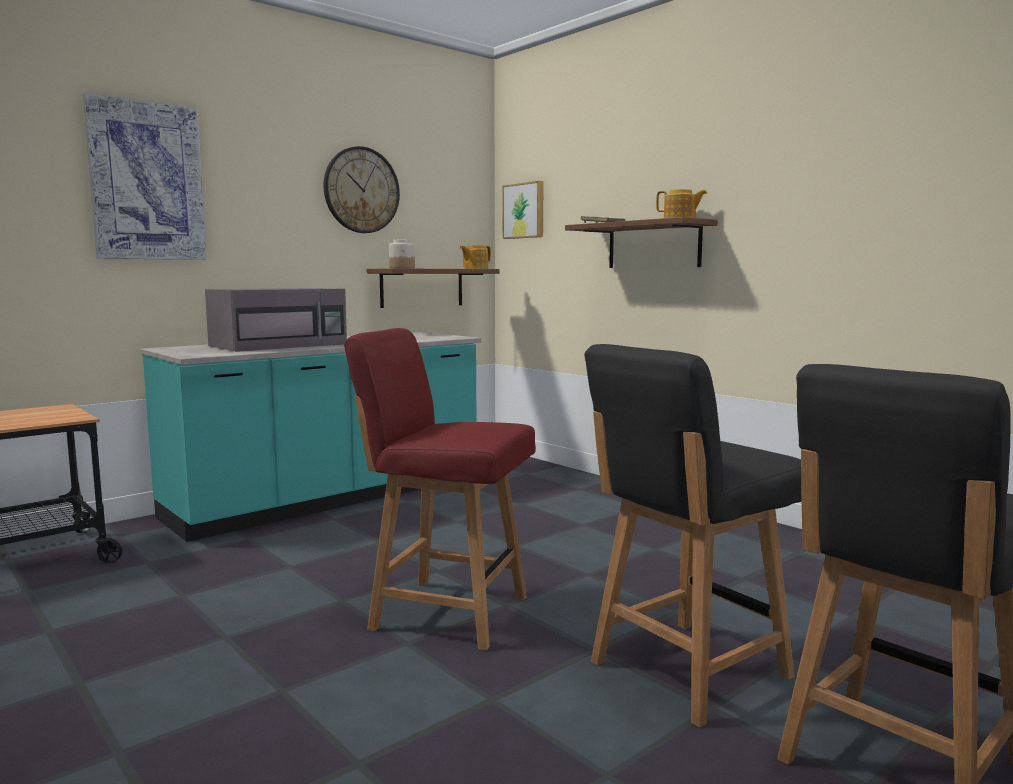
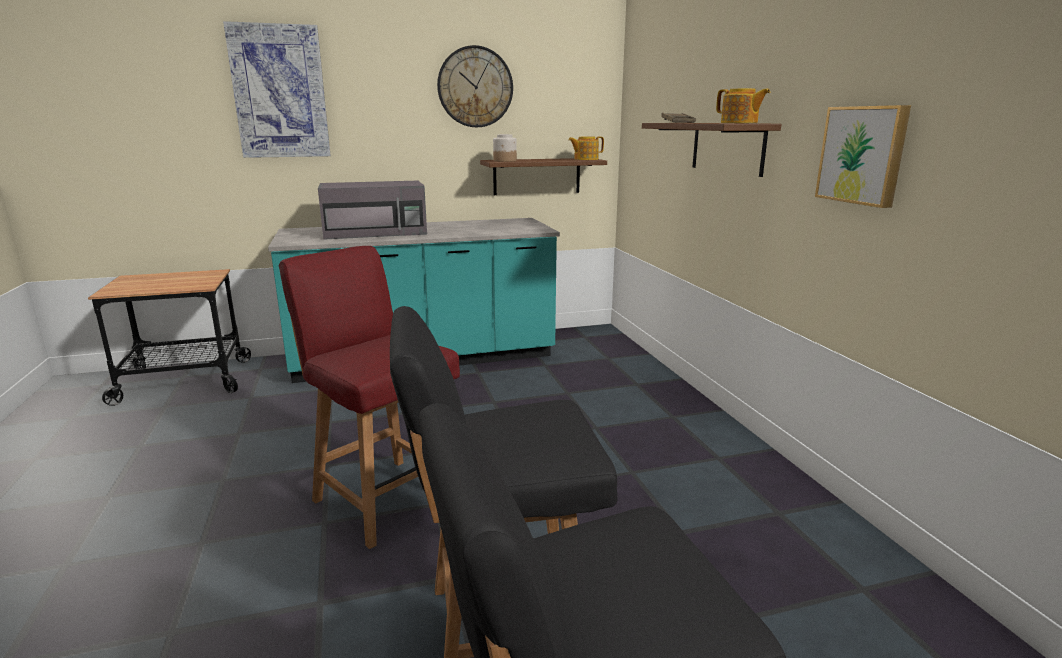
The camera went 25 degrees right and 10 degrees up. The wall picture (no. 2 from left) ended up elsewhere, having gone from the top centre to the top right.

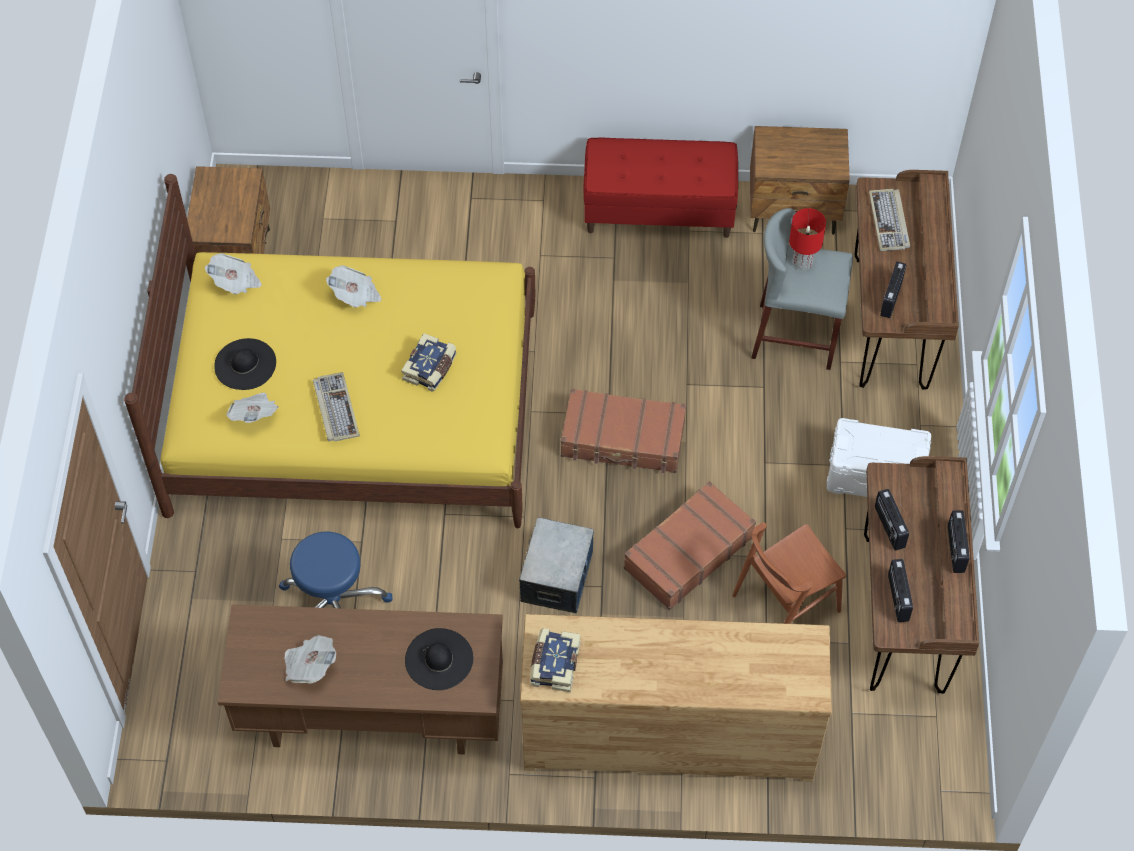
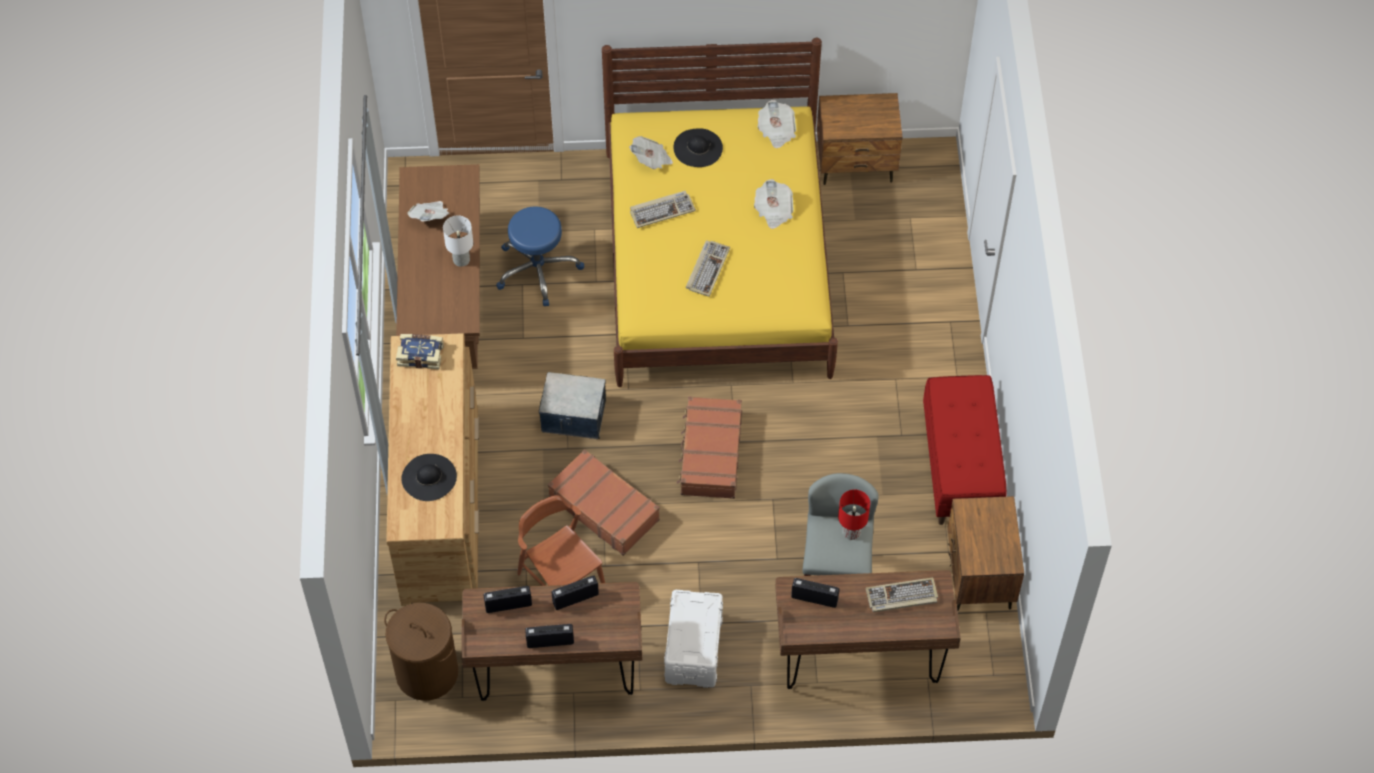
The camera went 85 degrees right and 0 degrees up. Where the bound book (no. 1 from left) stood at the centre, the PC keyboard (no. 2 from left) came to stand at the centre. The clothing hat in black (no. 2 from left in the first image) ended up elsewhere, having gone from the bottom centre to the middle left. The second view gained the laundry basket in brown at the bottom left. The second view gained the table lamp in white-coloured at the top centre.

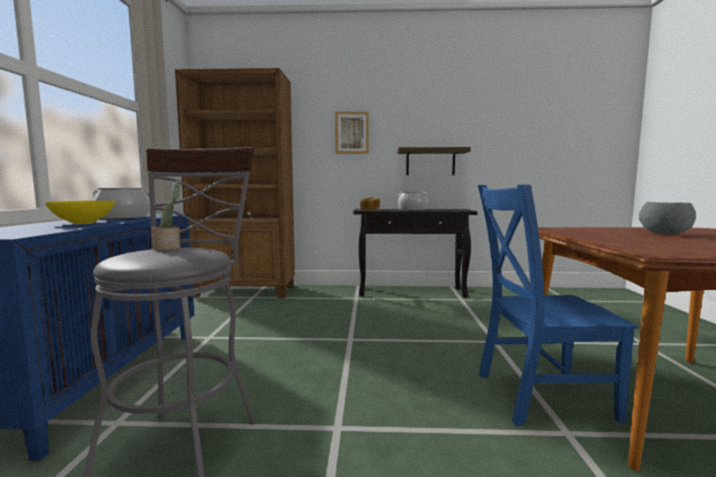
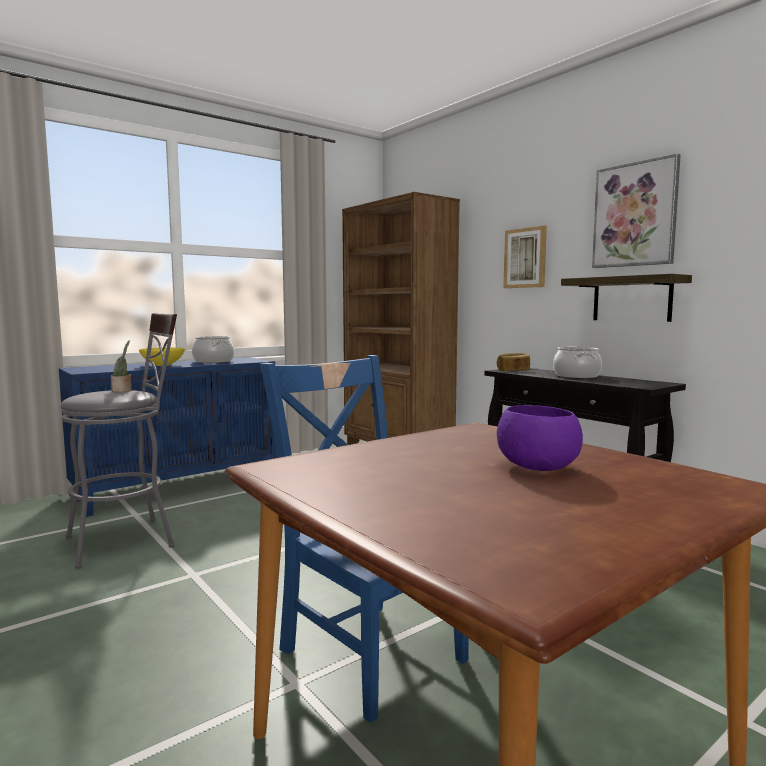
The camera went 50 degrees right and 0 degrees up. What was the deep dish in grey at the middle right turned into the deep dish in purple-coloured at the middle right. The second view gained the wall picture (no. 2 from left) at the top right.

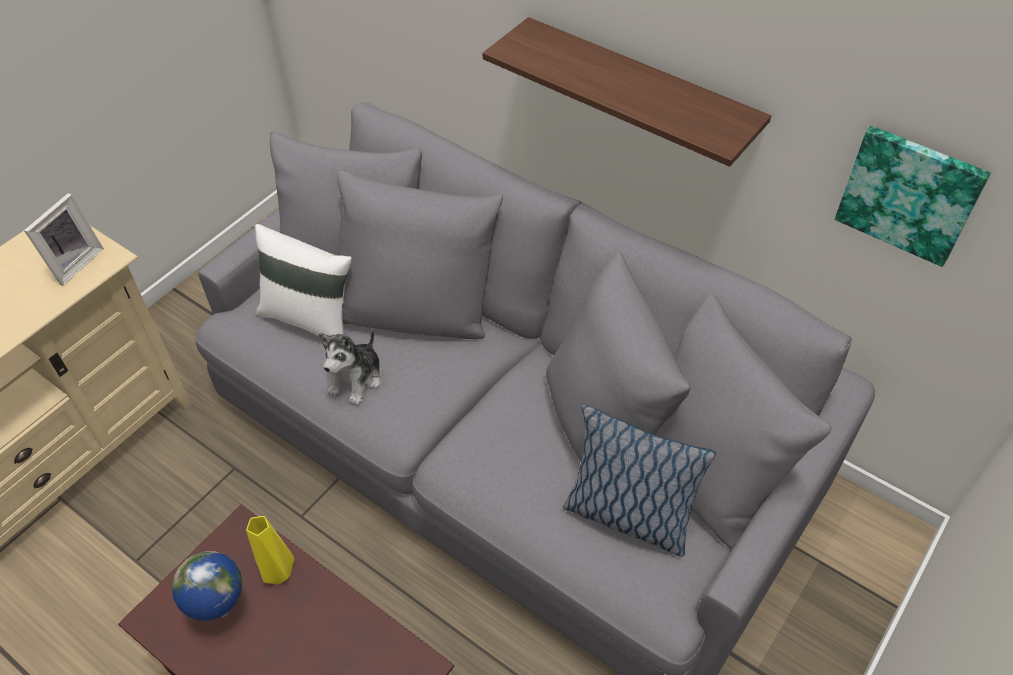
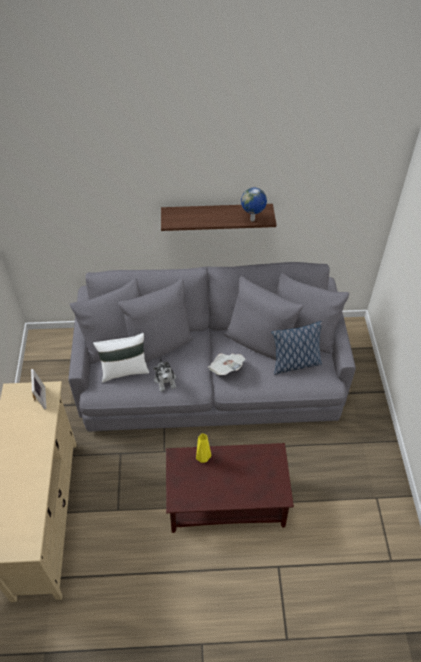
The camera went 40 degrees left and 0 degrees up. The desk globe ended up elsewhere, having gone from the bottom left to the top centre. The second view lost the wall picture at the top right. The second view gained the daily paper at the centre.

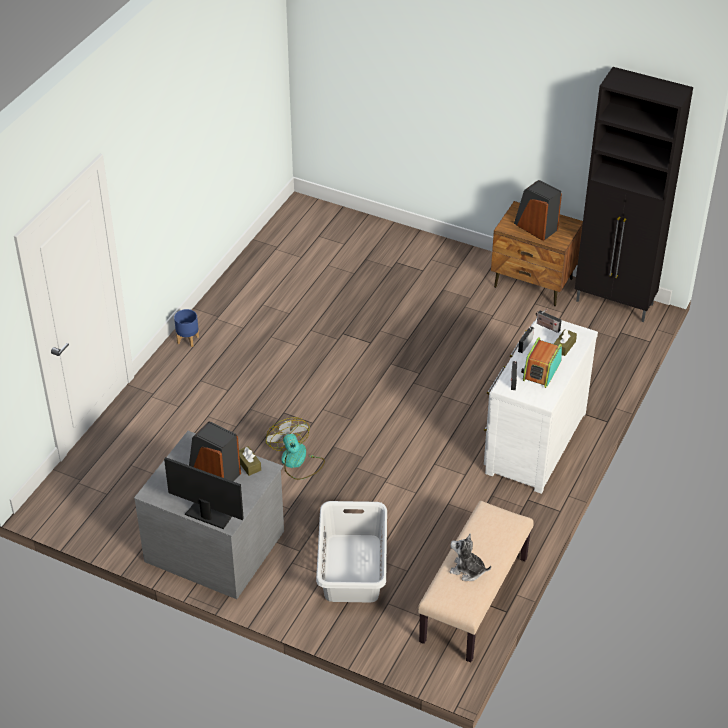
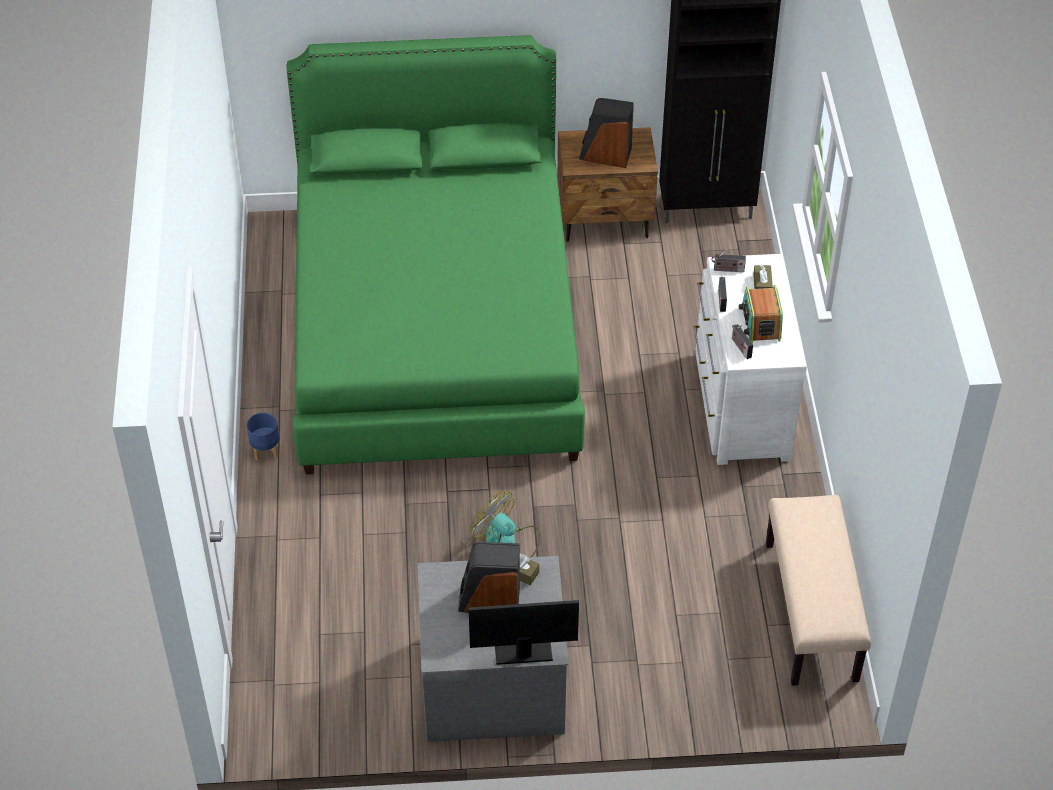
The camera went 30 degrees left and 5 degrees up. The second view lost the laundry basket in grey at the bottom centre. The second view lost the plush toy at the bottom centre. The second view gained the bed in greenish at the top centre.

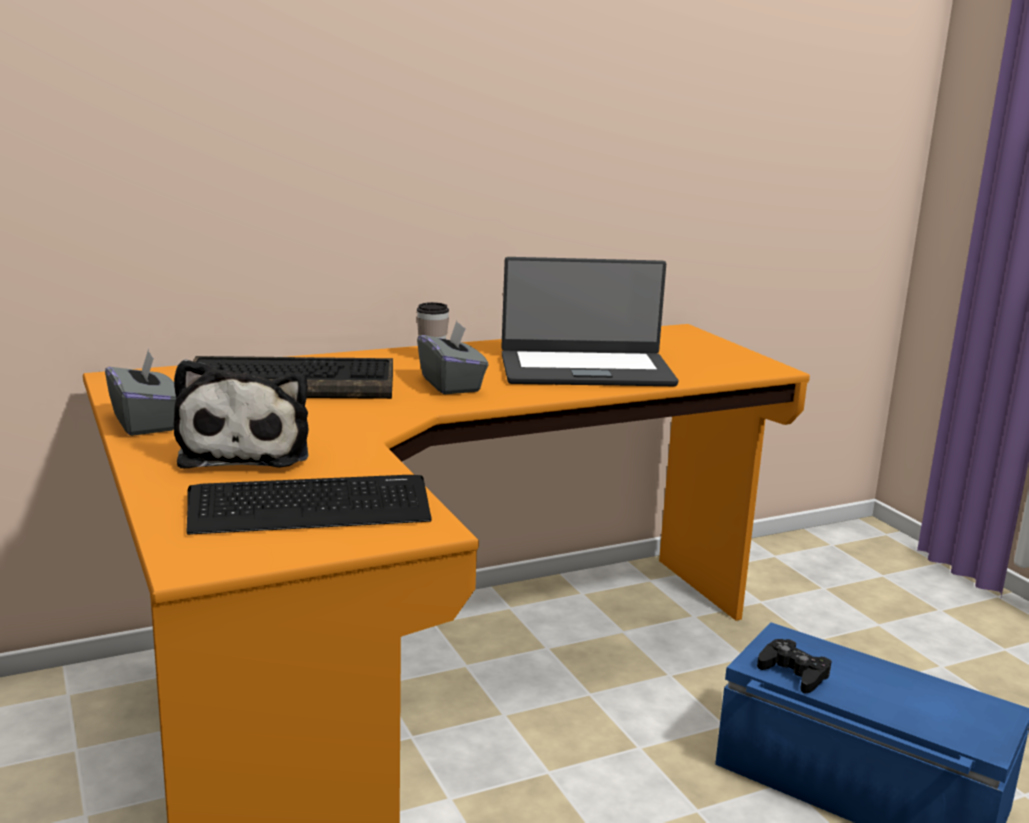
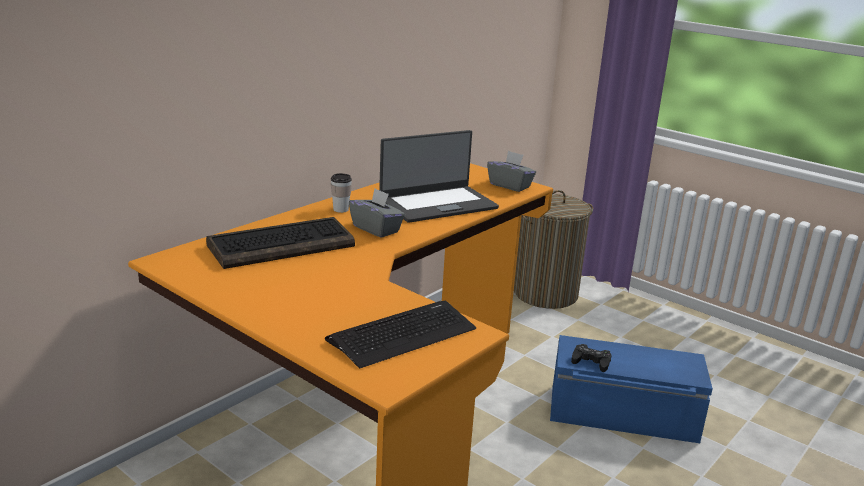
The camera went 25 degrees left and 5 degrees up. The box of tissues in grey (no. 1 from left in the first image) ended up elsewhere, having gone from the middle left to the centre. The second view lost the plush toy at the middle left. The second view gained the laundry basket at the centre.

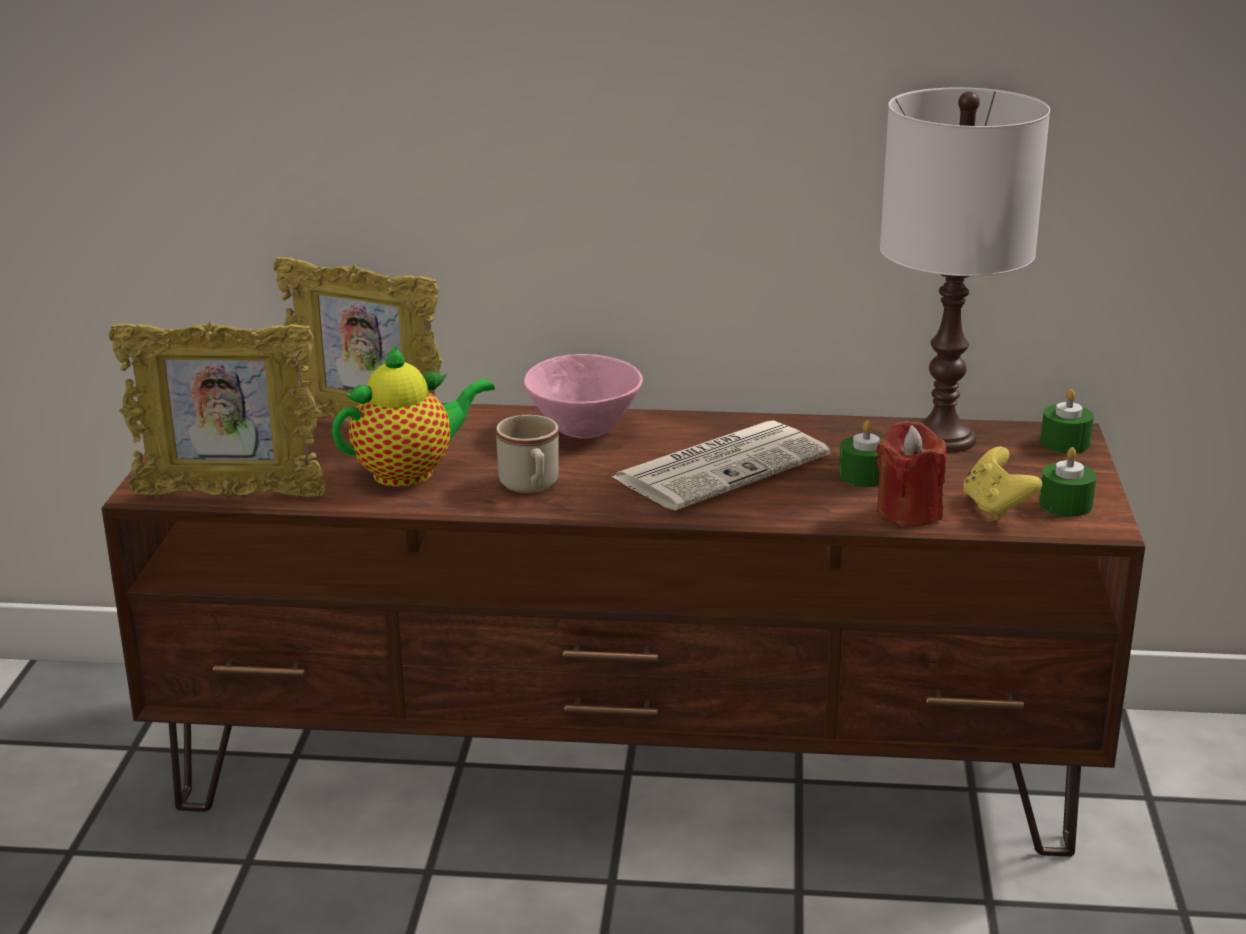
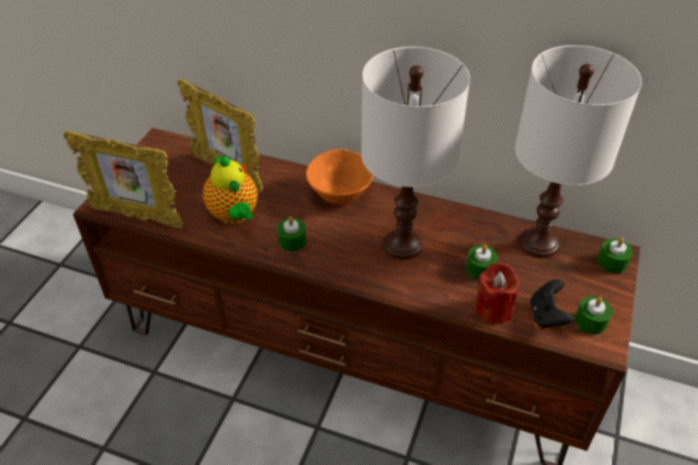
The camera went 15 degrees right and 20 degrees up. The tea pot at the middle left ended up facing another way, 75 degrees clockwise from before. Where the tea mug in beige-coloured stood at the centre, the wax candle in greenish (no. 1 from left) came to stand at the centre. What was the deep dish in pink at the centre turned into the deep dish in orangey at the centre. Where the daily paper stood at the centre, the table lamp in white-coloured (no. 1 from left) came to stand at the top centre. What was the game controller in yellow at the middle right turned into the game controller in black at the middle right.

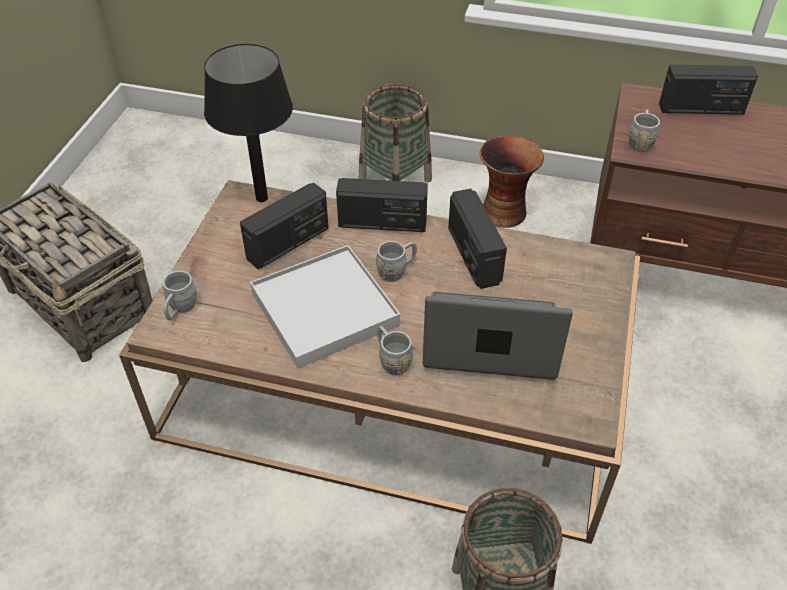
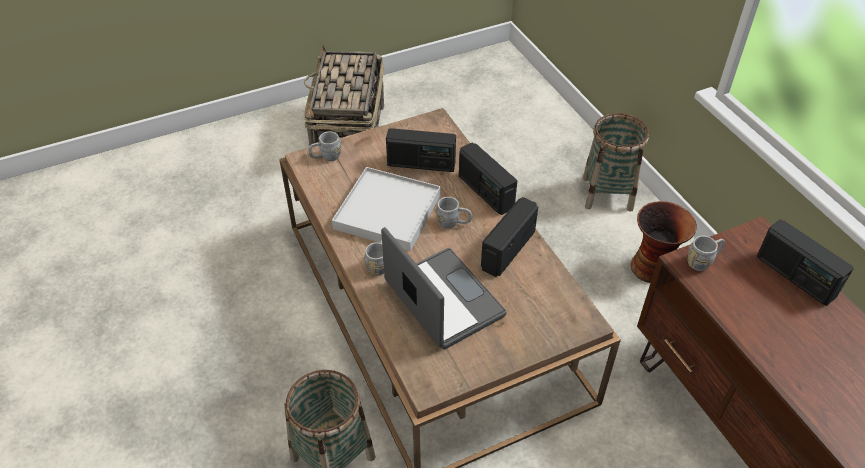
The camera went 50 degrees right and 0 degrees up. The second view lost the table lamp in black at the top left.

